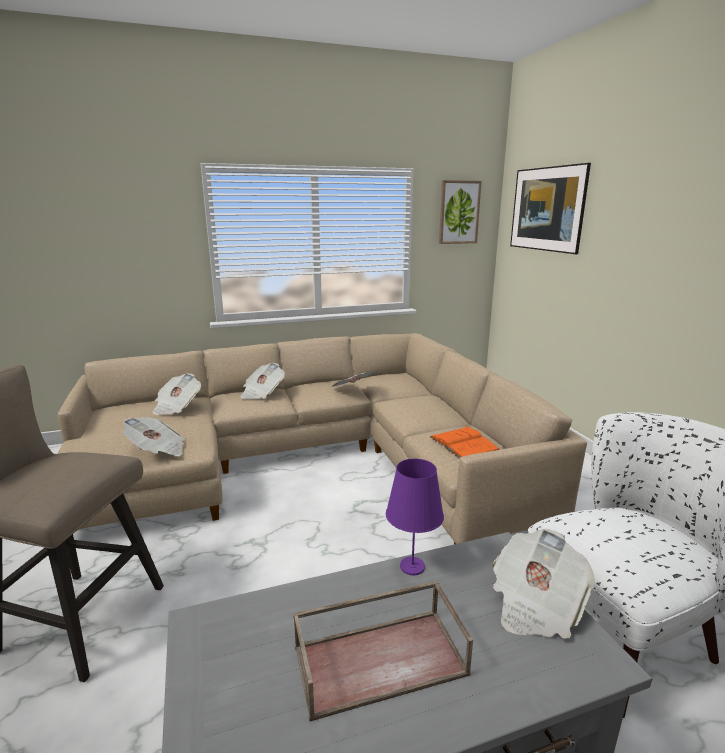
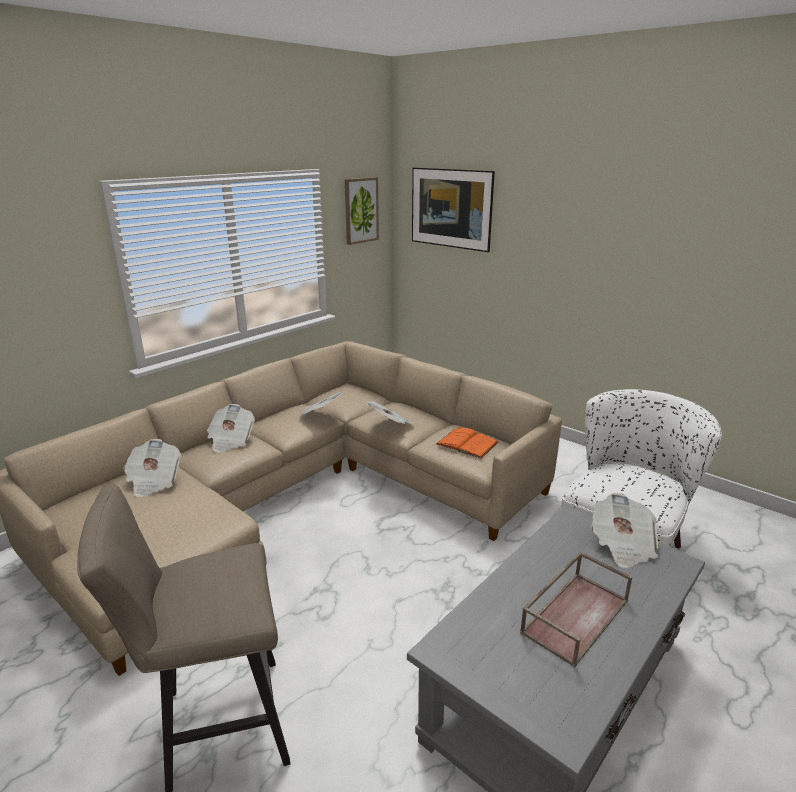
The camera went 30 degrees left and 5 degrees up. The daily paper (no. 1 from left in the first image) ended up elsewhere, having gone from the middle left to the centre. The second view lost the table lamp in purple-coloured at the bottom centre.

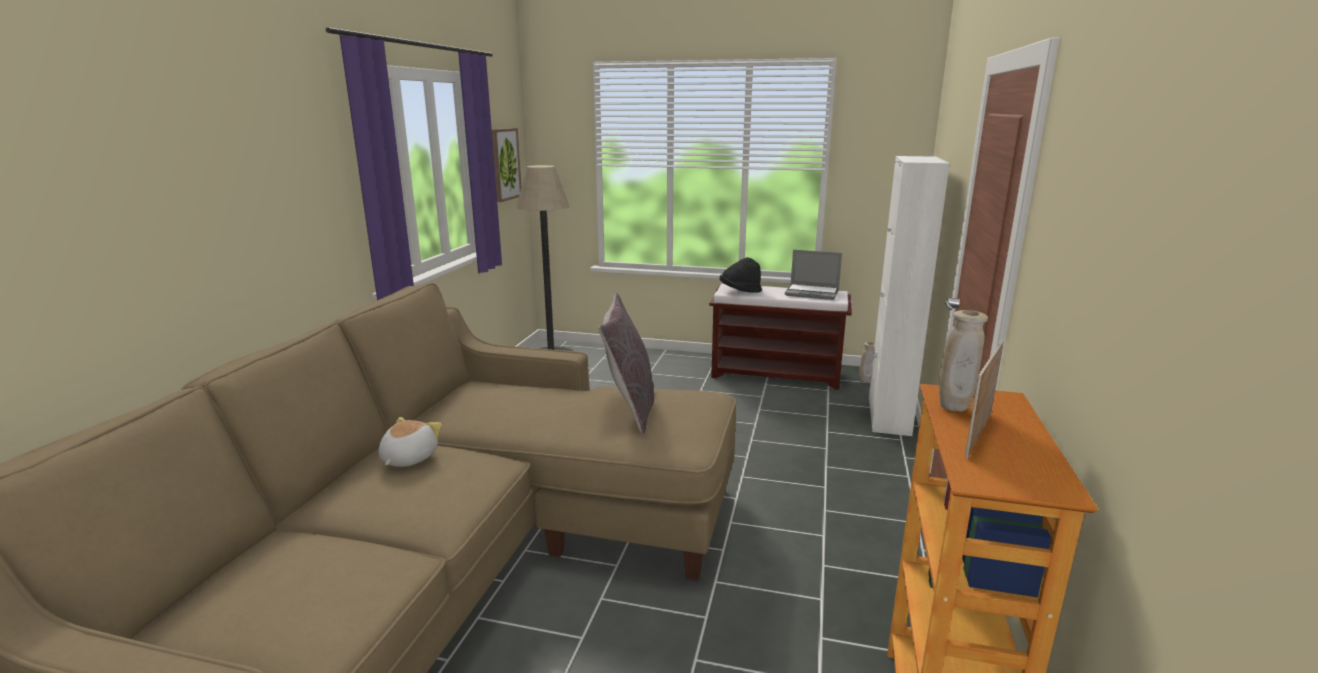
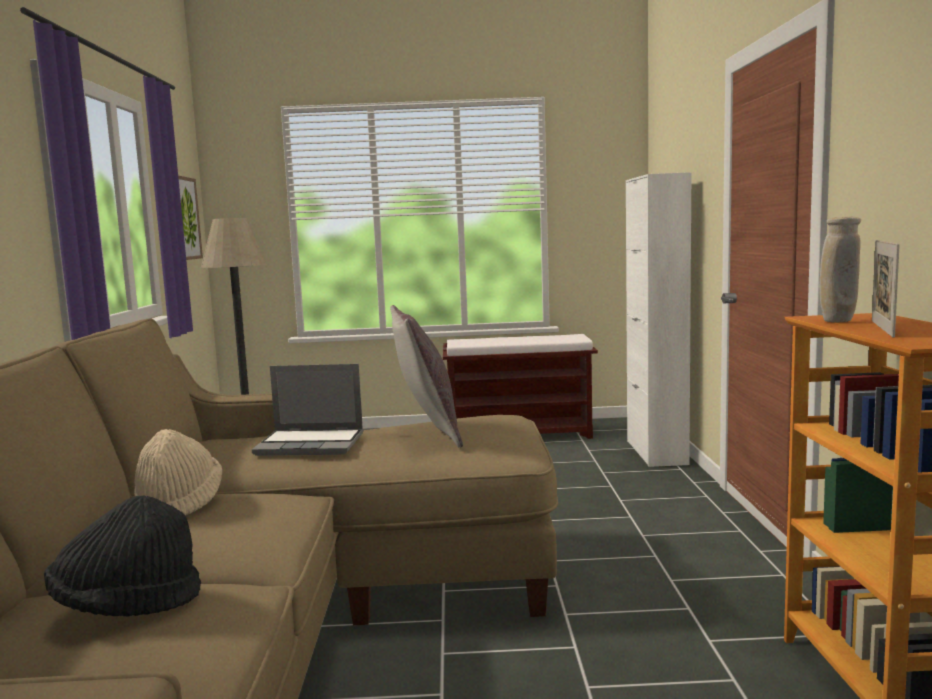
The camera went 15 degrees left and 10 degrees down. Where the plush toy stood at the middle left, the clothing hat in beige-coloured came to stand at the bottom left. The clothing hat in black ended up elsewhere, having gone from the centre to the bottom left. The notebook computer ended up elsewhere, having gone from the centre to the middle left. The second view lost the vase in beige-coloured (no. 1 from left) at the centre.

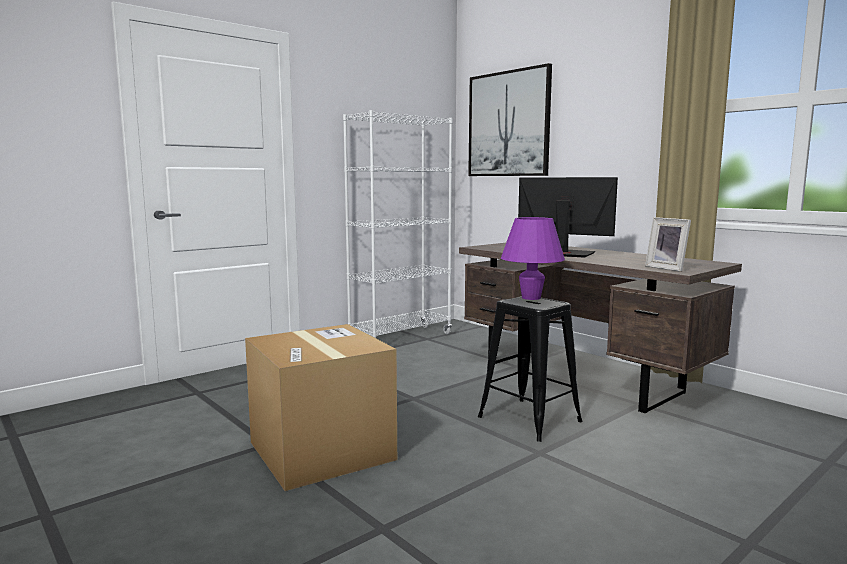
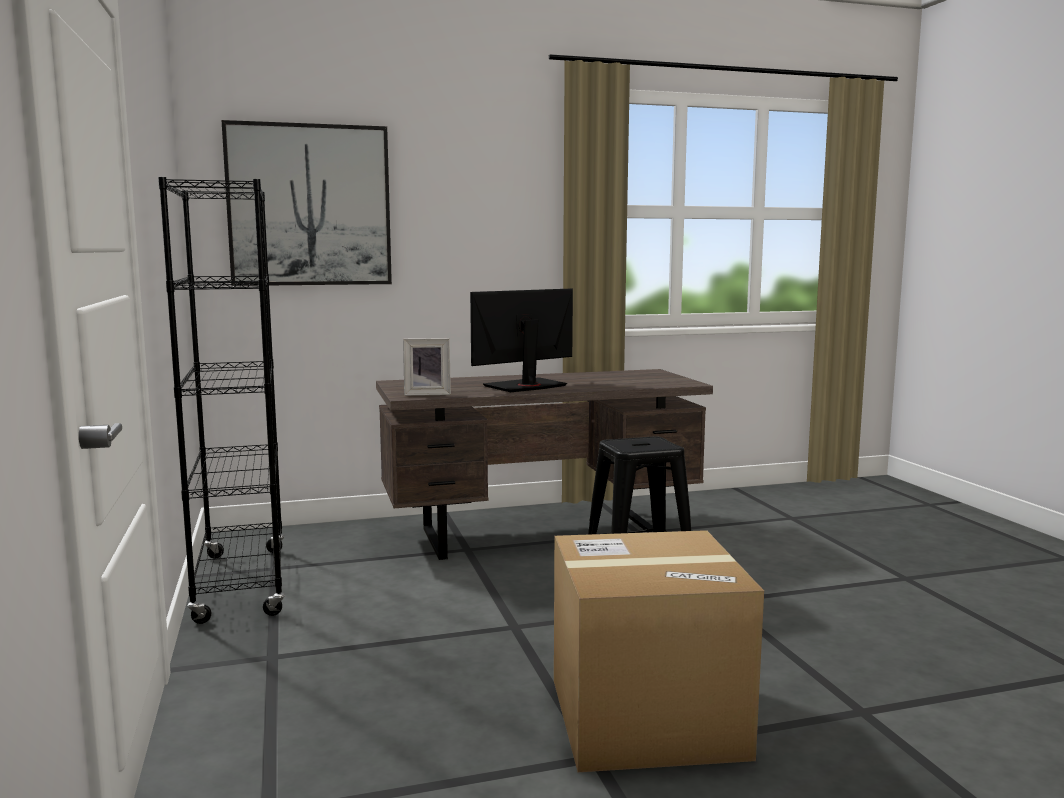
The camera went 65 degrees left and 0 degrees up. What was the bookcase in white-coloured at the centre turned into the bookcase in black at the middle left. The second view lost the table lamp in purple-coloured at the centre. The standing frame ended up elsewhere, having gone from the middle right to the centre.

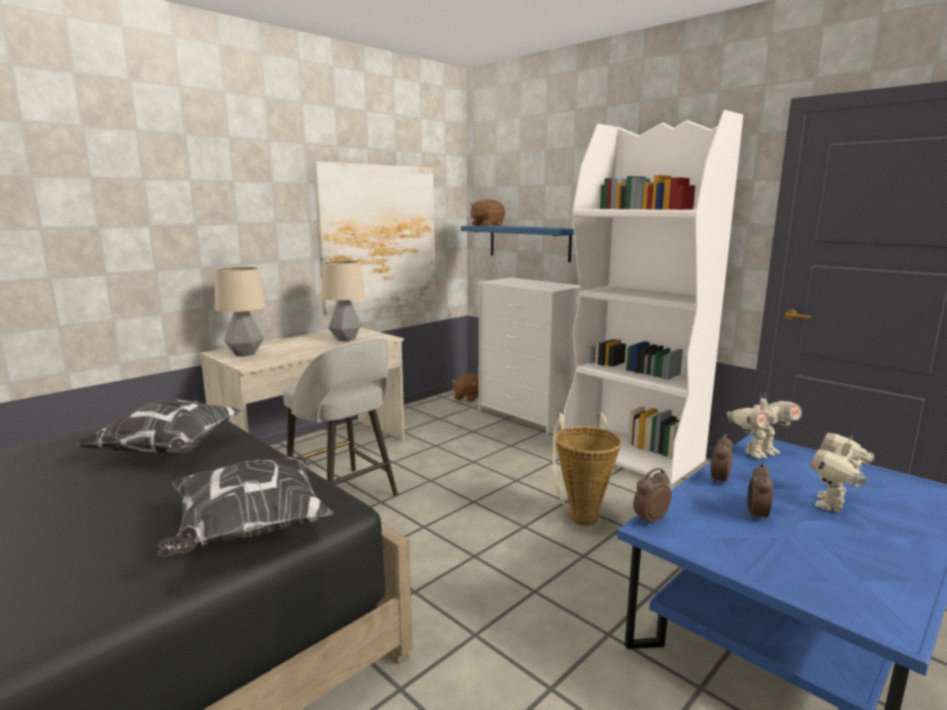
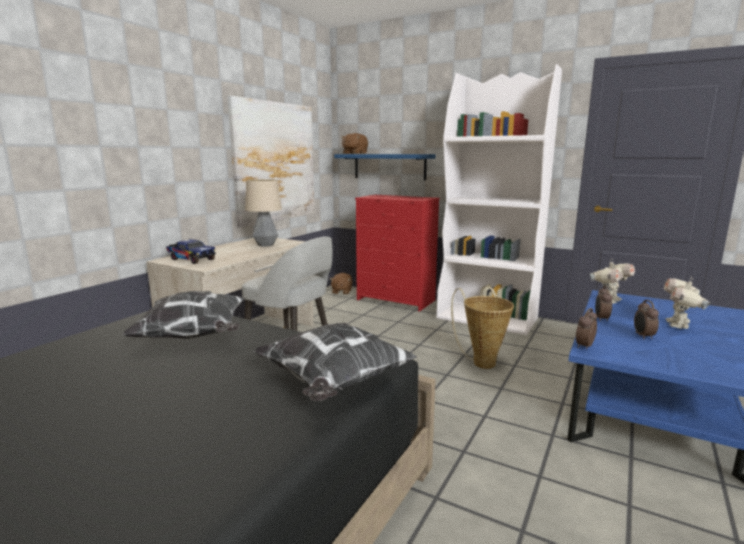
The camera went 15 degrees left and 0 degrees up. Where the table lamp (no. 1 from left) stood at the middle left, the model truck came to stand at the middle left. What was the drawer chest in white-coloured at the centre turned into the drawer chest in reddish at the centre.

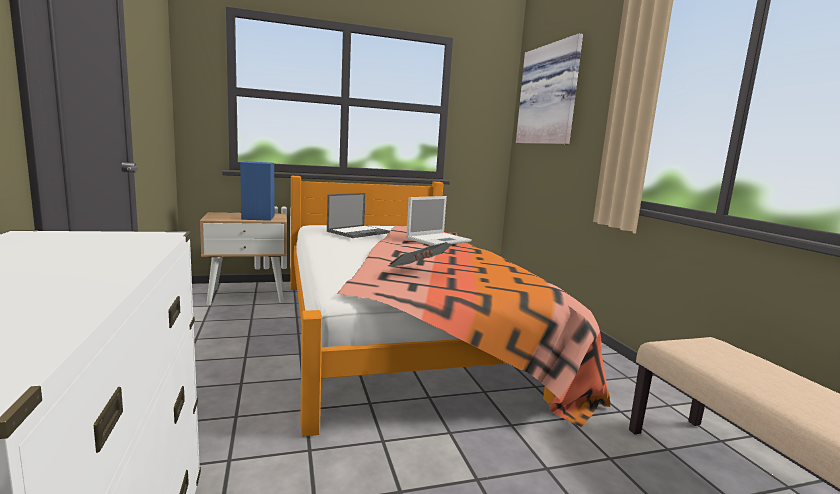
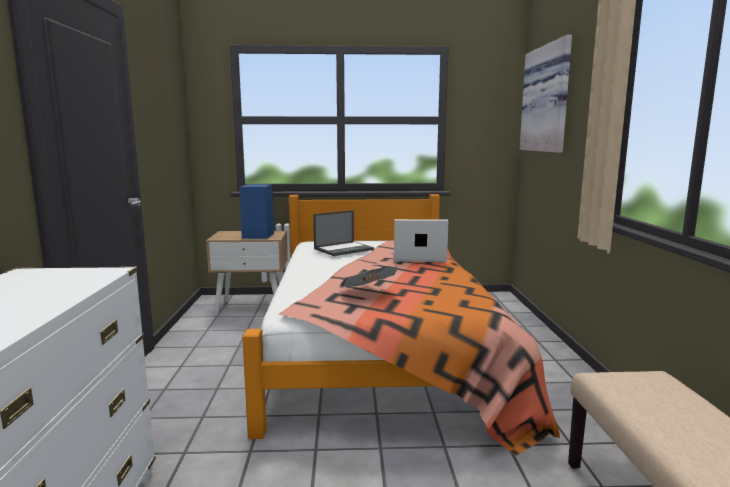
The camera went 15 degrees right and 0 degrees up. The notebook computer (no. 2 from left) at the centre ended up facing another way, 150 degrees counterclockwise from before.

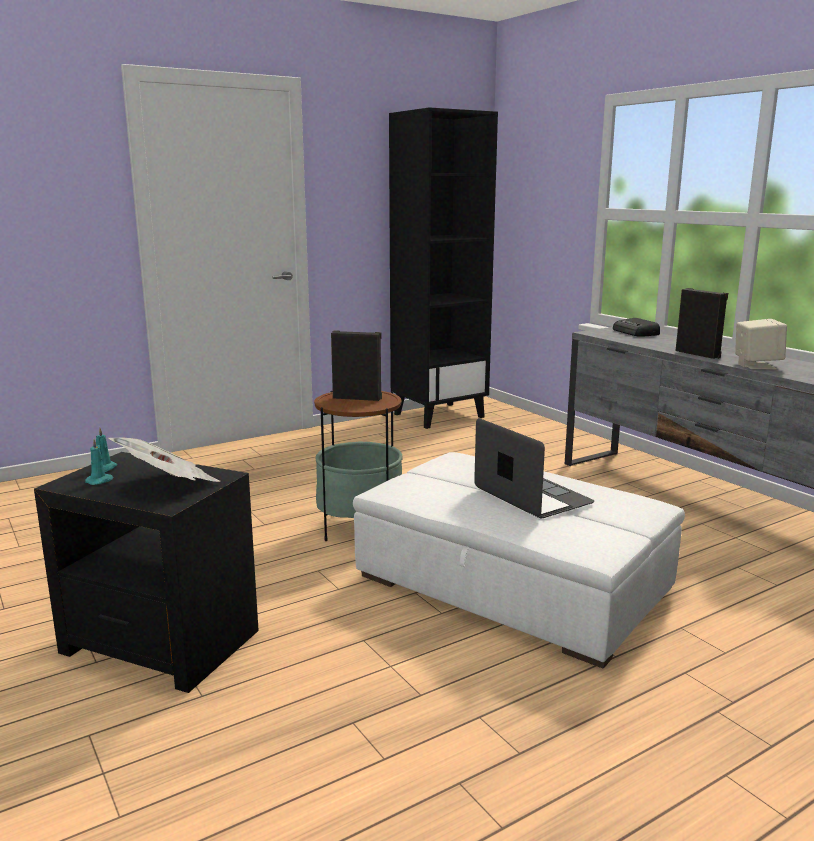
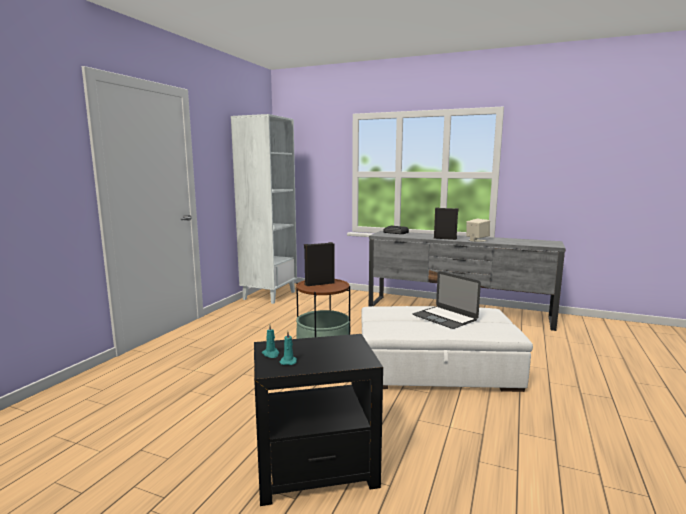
The camera went 35 degrees left and 5 degrees down. The second view lost the daily paper at the middle left. What was the bookcase in black at the top centre turned into the bookcase in white-coloured at the centre. The notebook computer at the centre ended up facing another way, 150 degrees counterclockwise from before.

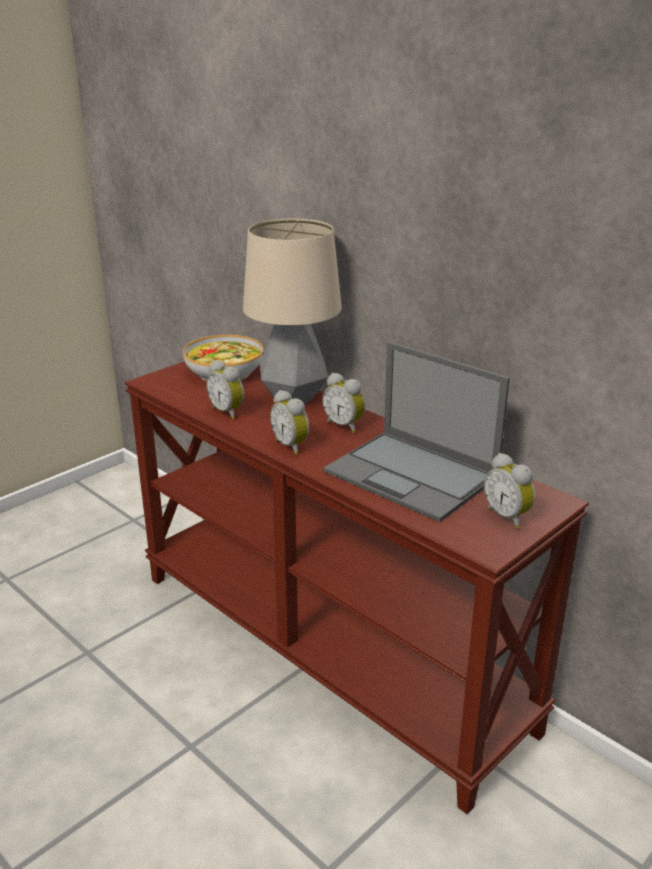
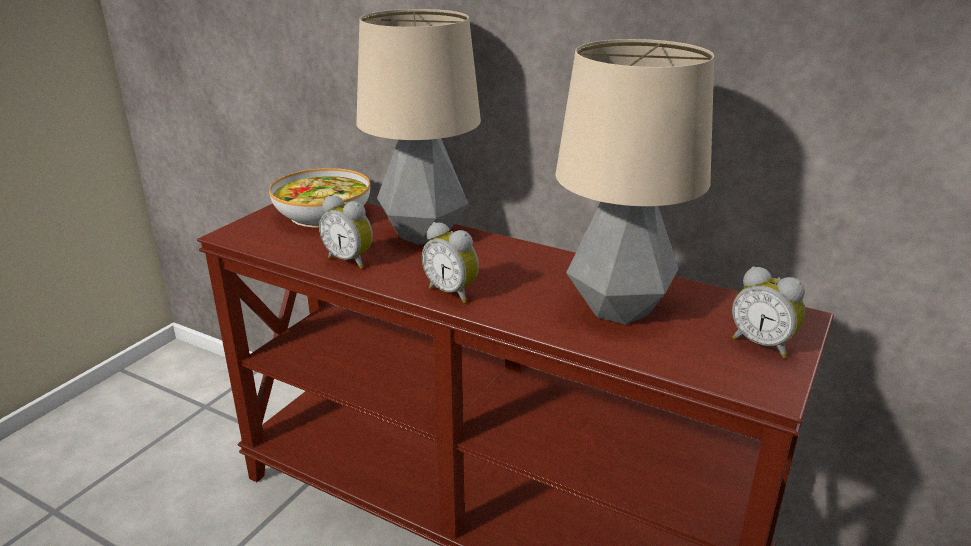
The camera went 15 degrees left and 0 degrees up. The second view lost the bedside clock (no. 3 from left) at the centre. Where the notebook computer stood at the centre, the table lamp (no. 2 from left) came to stand at the top centre.

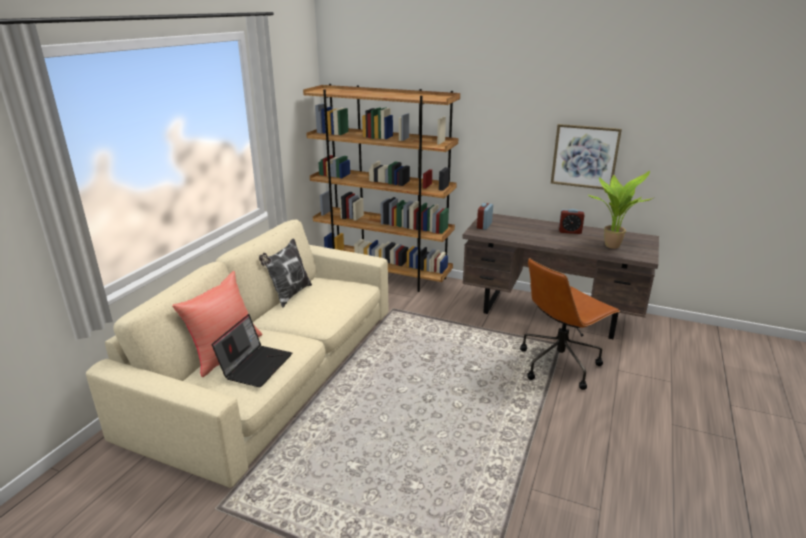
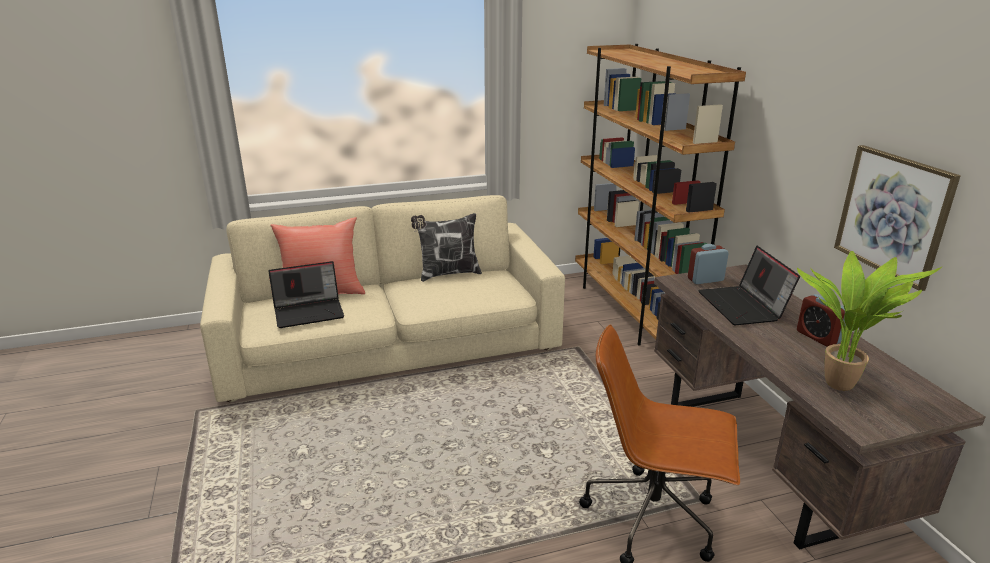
The camera went 50 degrees right and 0 degrees up. The second view gained the notebook computer (no. 2 from left) at the middle right.

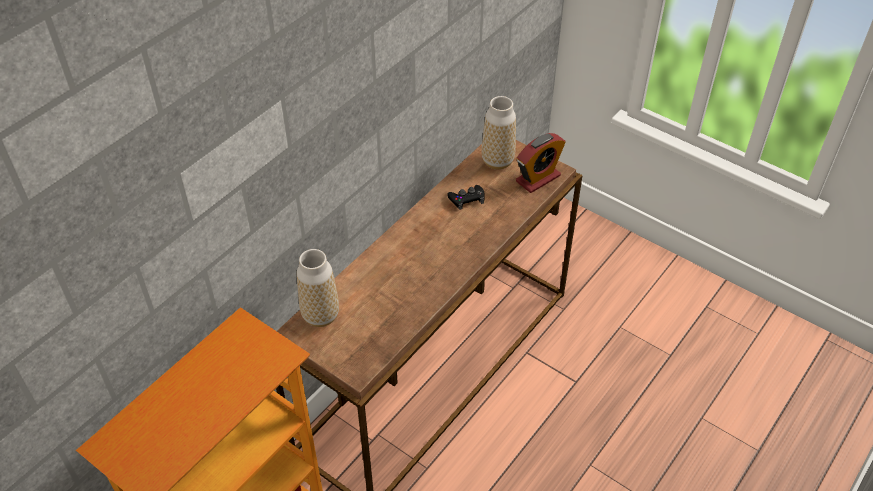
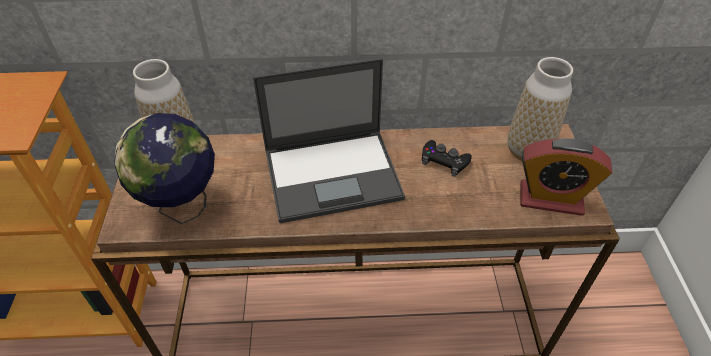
The camera went 50 degrees right and 0 degrees up. The second view gained the desk globe at the middle left. The second view gained the notebook computer at the centre.

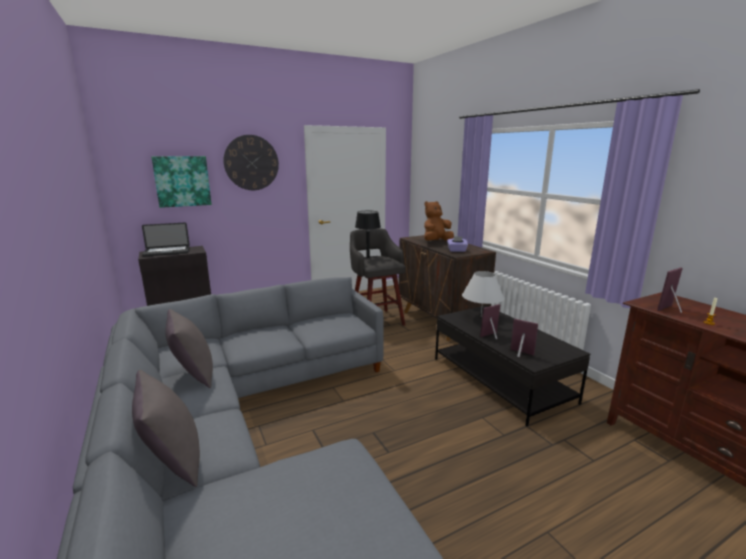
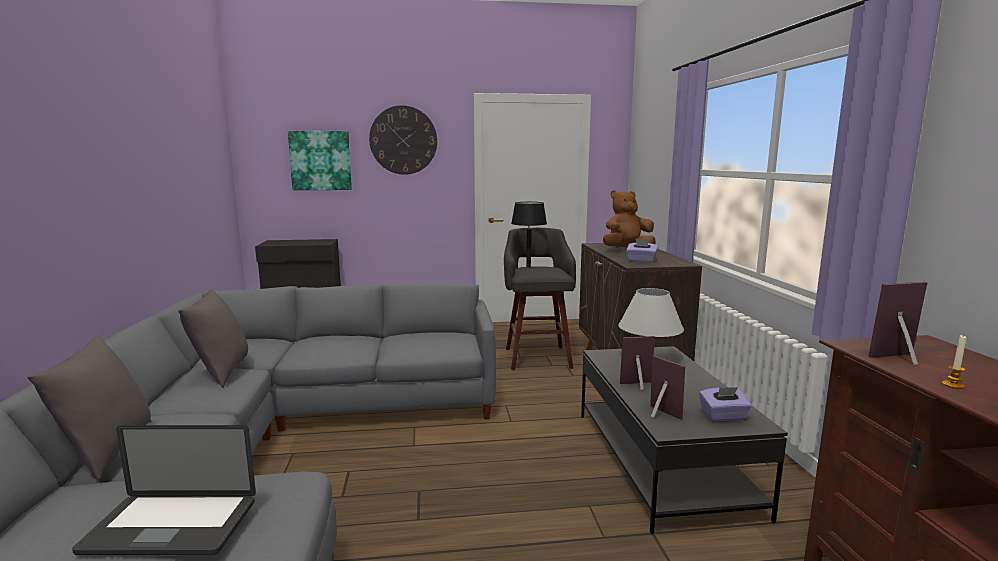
The camera went 20 degrees right and 5 degrees down. The notebook computer ended up elsewhere, having gone from the middle left to the bottom left. The second view gained the box of tissues in purple-coloured (no. 2 from left) at the bottom right.

